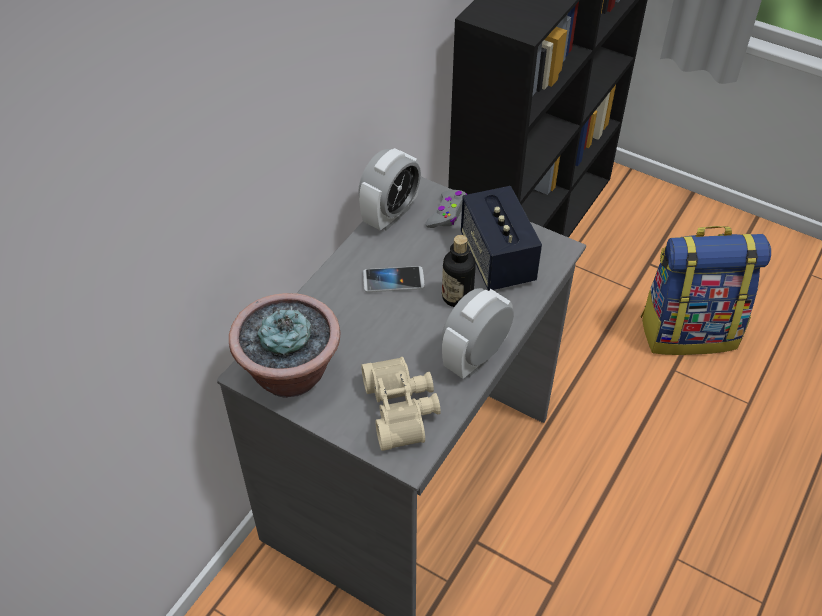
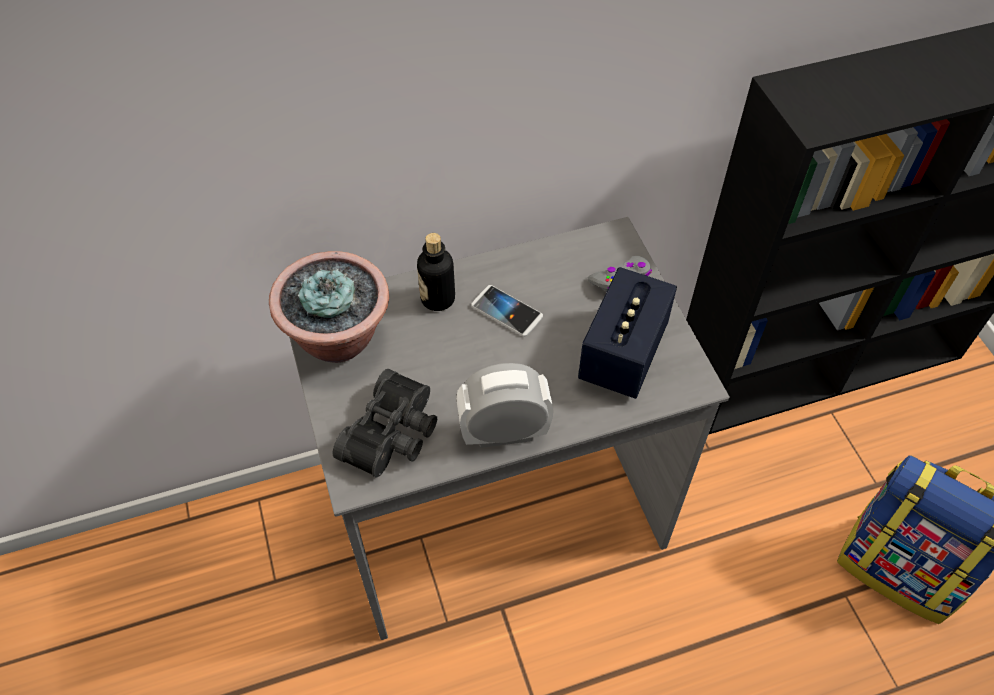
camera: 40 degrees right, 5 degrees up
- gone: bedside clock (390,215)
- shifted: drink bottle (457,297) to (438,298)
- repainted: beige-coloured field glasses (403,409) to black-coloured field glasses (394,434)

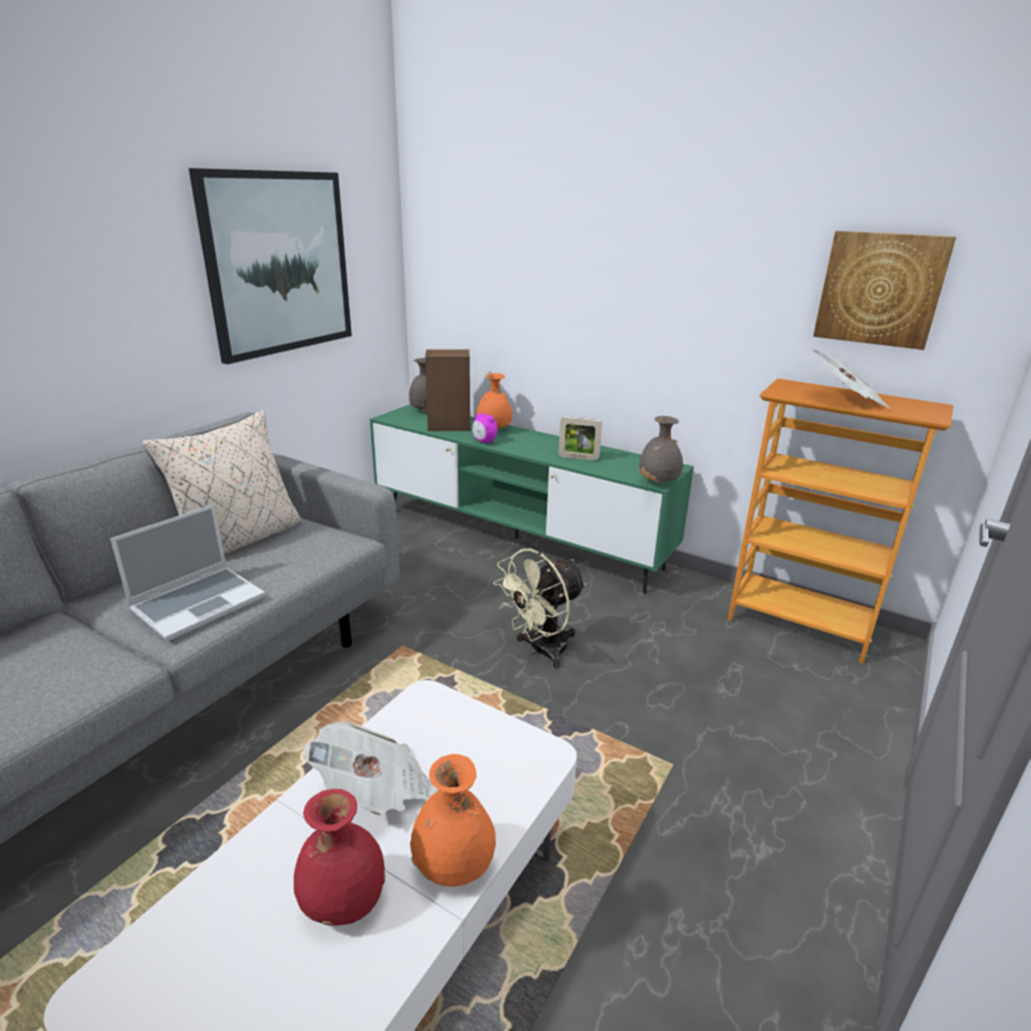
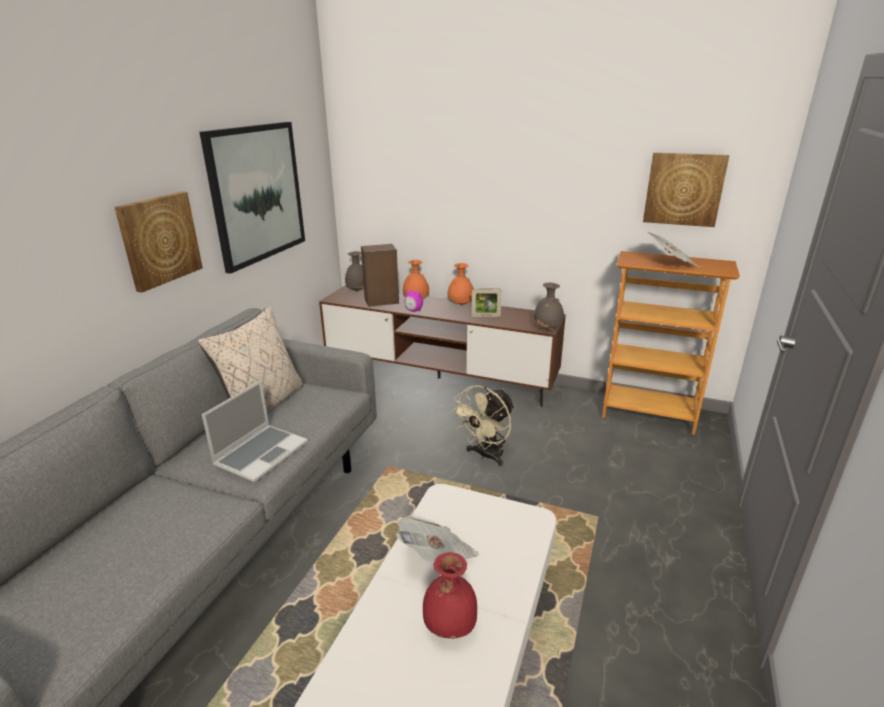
camera: 10 degrees left, 0 degrees up
- new: picture (159,240)
- shifted: orange vase (454,866) to (461,305)
- repainted: green media console (516,538) to brownish media console (438,378)

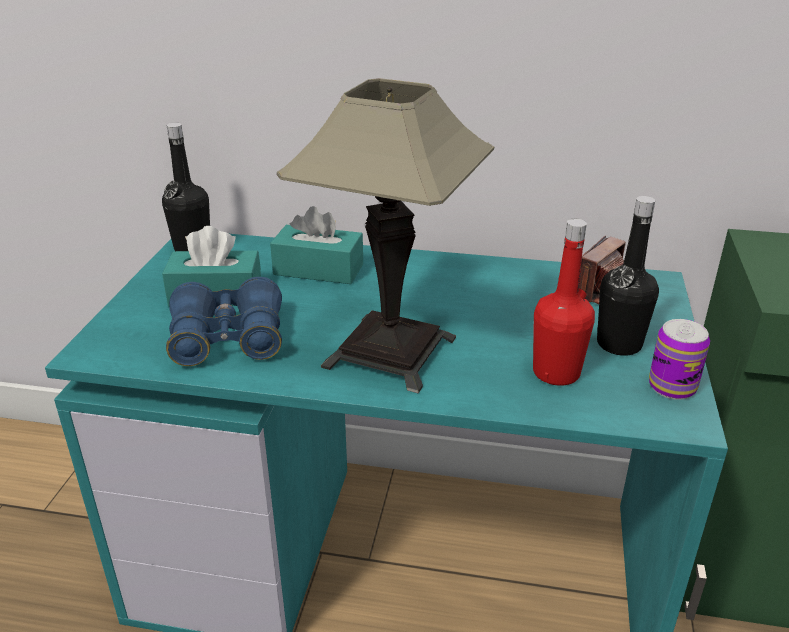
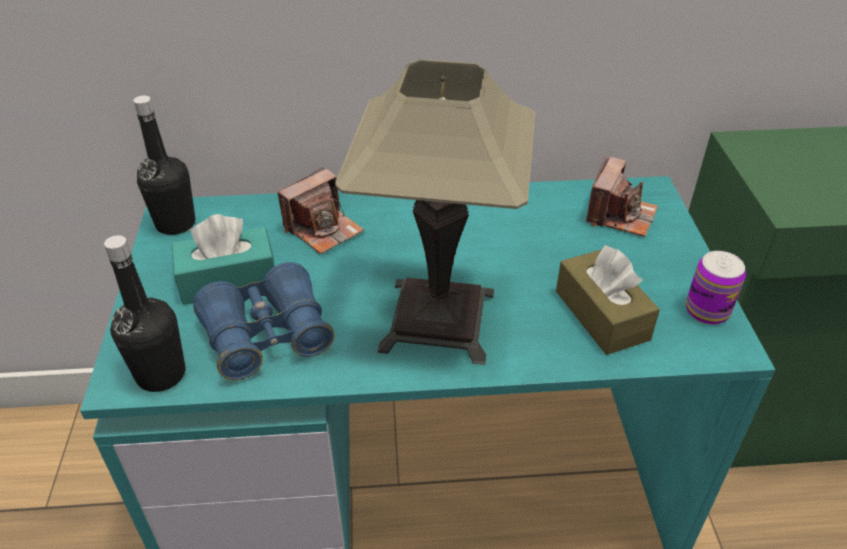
camera: 15 degrees left, 10 degrees up
- shifted: black-coloured drink bottle (619,344) to (161,374)
- swapped: turquoise-coloured box of tissues (318,269) to still camera (323,229)
- swapped: red-coloured drink bottle (556,373) to brownish box of tissues (601,315)

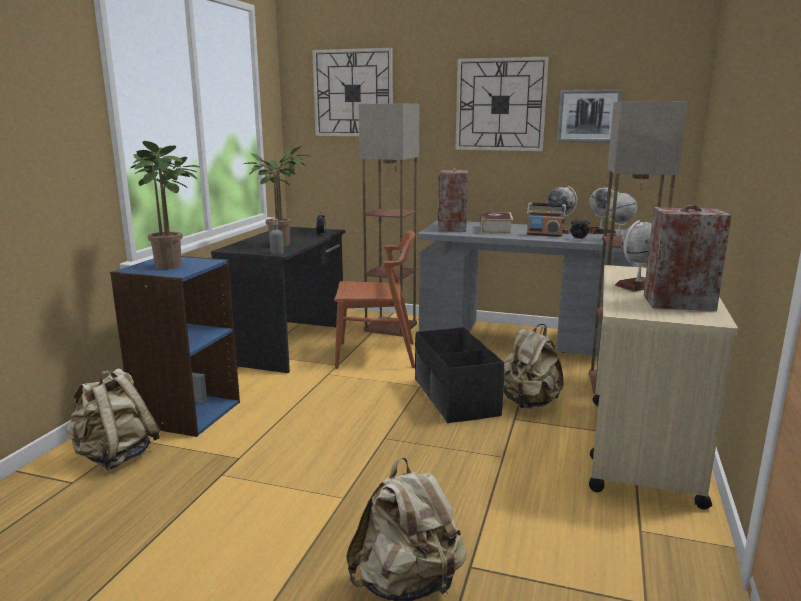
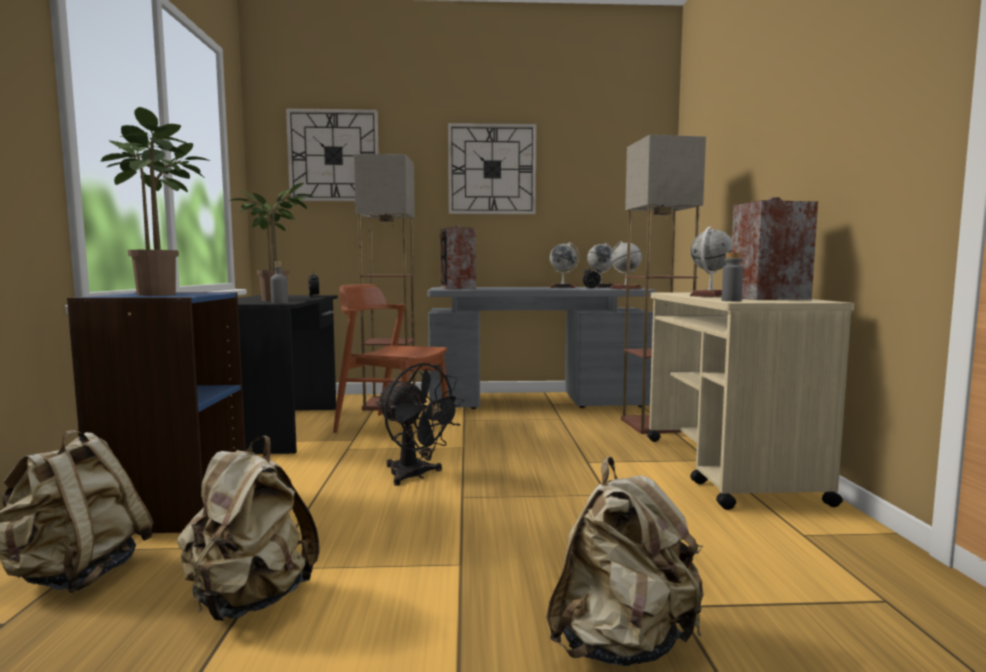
camera: 20 degrees left, 10 degrees down
- gone: black-coloured storage bin (455,397)
- gone: book (495,229)
- gone: radio set (544,235)
- gone: picture (588,116)
- new: black-coloured electric fan (415,476)
- new: greyish drink bottle (731,300)
- shifted: beige-coloured rucksack (529,403) to (249,601)
- rotated: brownish chair (376,355) = (392,427) 135 degrees counterclockwise

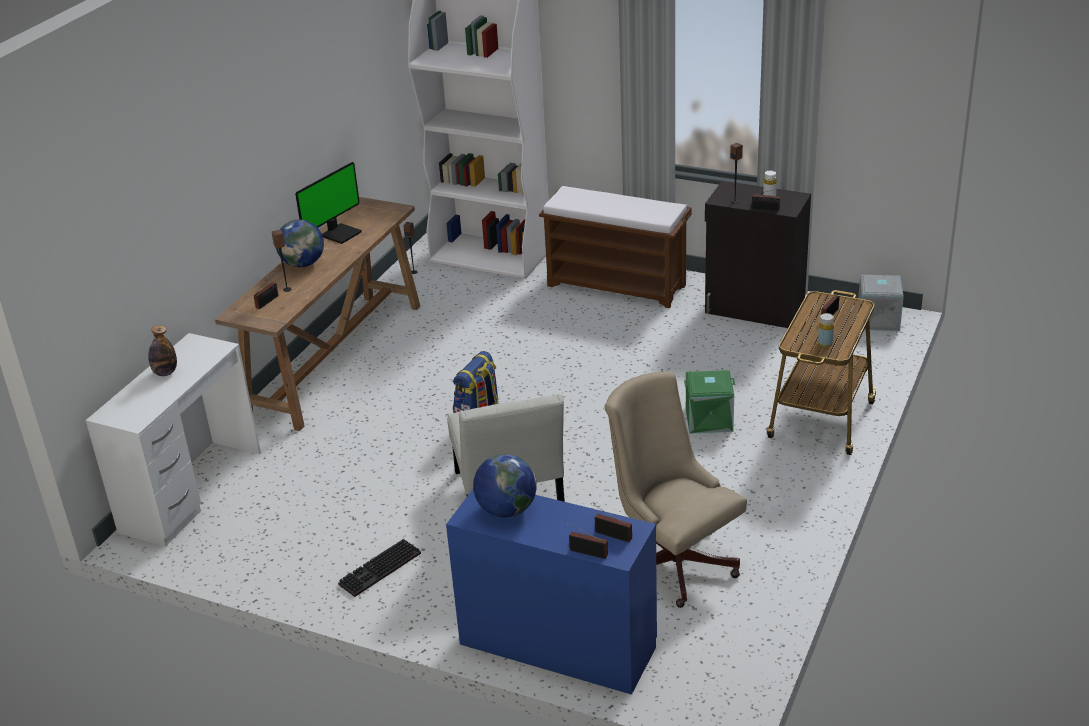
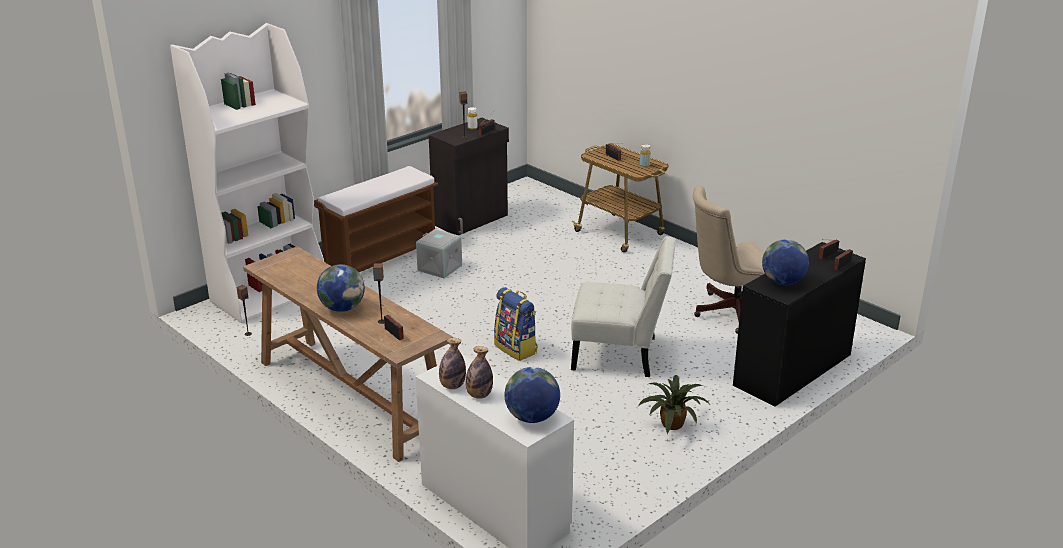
camera: 70 degrees left, 5 degrees down
- gone: monitor (340,233)
- gone: green storage bin (708,420)
- new: drink bottle (452,386)
- new: world globe (532,417)
- shifted: greyish storage bin (877,319) to (439,268)
- swapped: computer keyboard (380,570) to potted plant (673,425)
- repainted: bluish desk unit (557,645) to black-coloured desk unit (793,370)

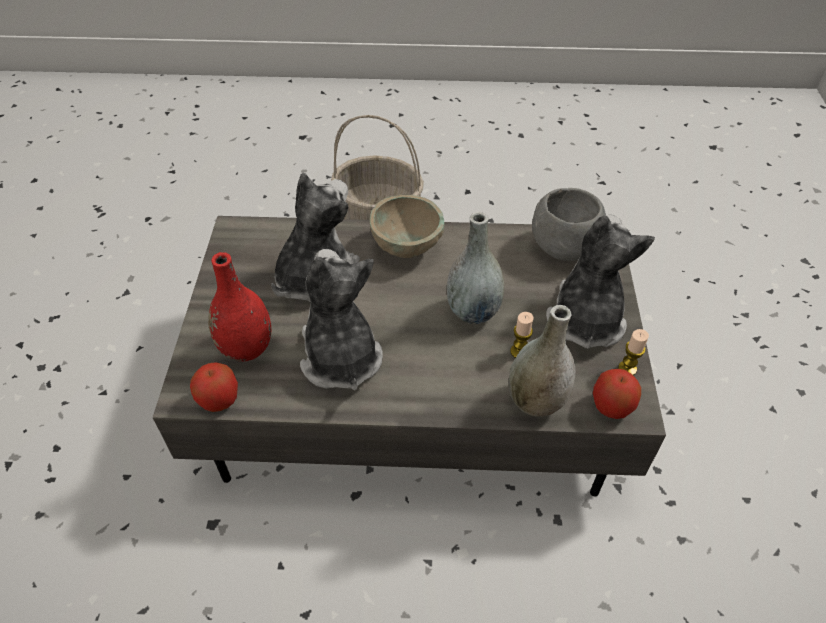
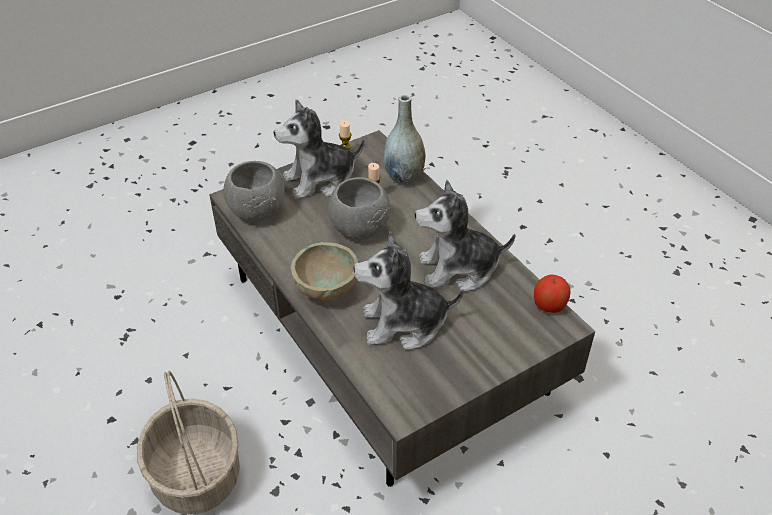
camera: 125 degrees left, 5 degrees down
- gone: red-coloured vase (246,348)
- gone: apple (611,406)
- swapped: greyish vase (473,312) to greyish deep dish (360,228)
- rotated: soft toy (340,357) = (458,269) 45 degrees clockwise

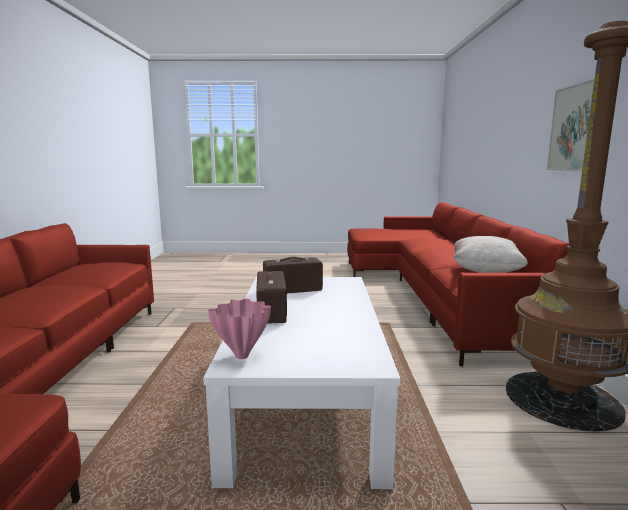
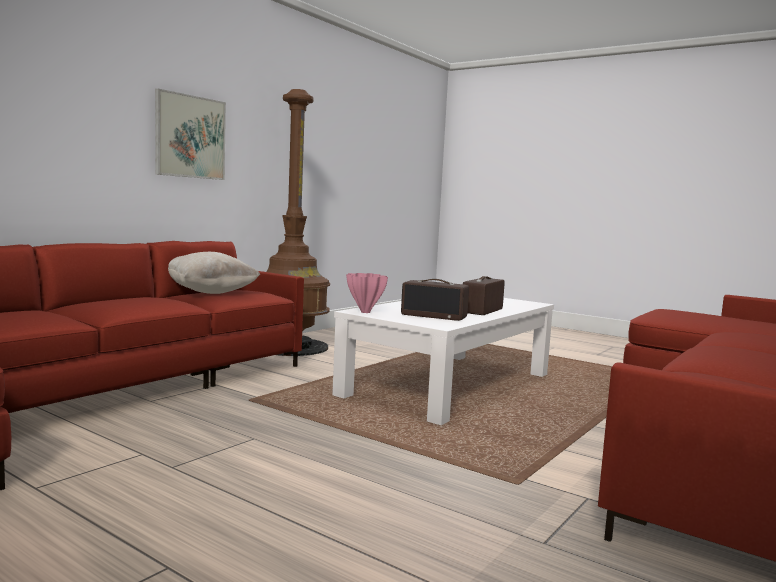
camera: 145 degrees left, 5 degrees down
- shifted: pink vase (243,356) to (364,312)

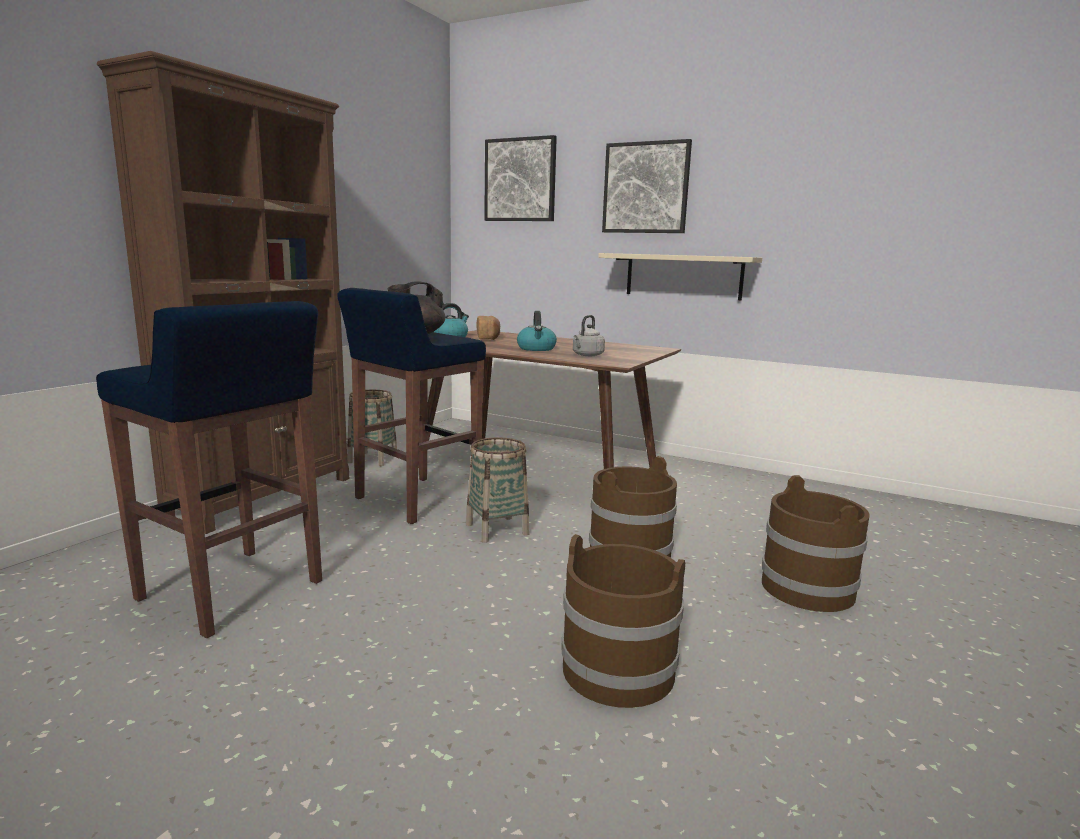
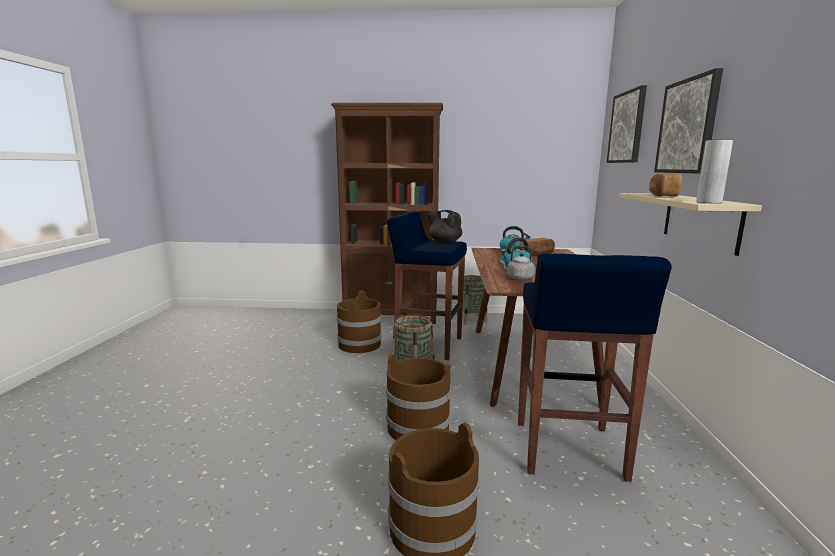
camera: 65 degrees right, 0 degrees up
- new: bread (662,196)
- new: greyish vase (708,202)
- shifted: bluish sitting stool (232,592) to (568,451)
- shifted: brownish bucket (617,670) to (359,344)

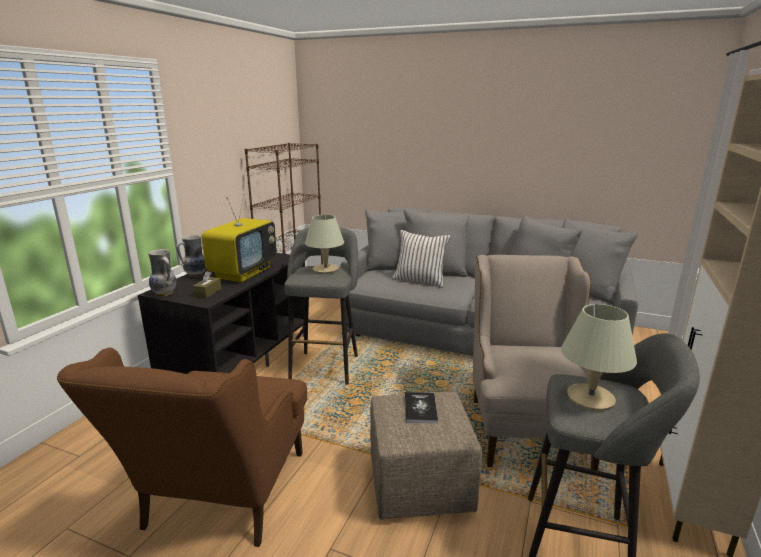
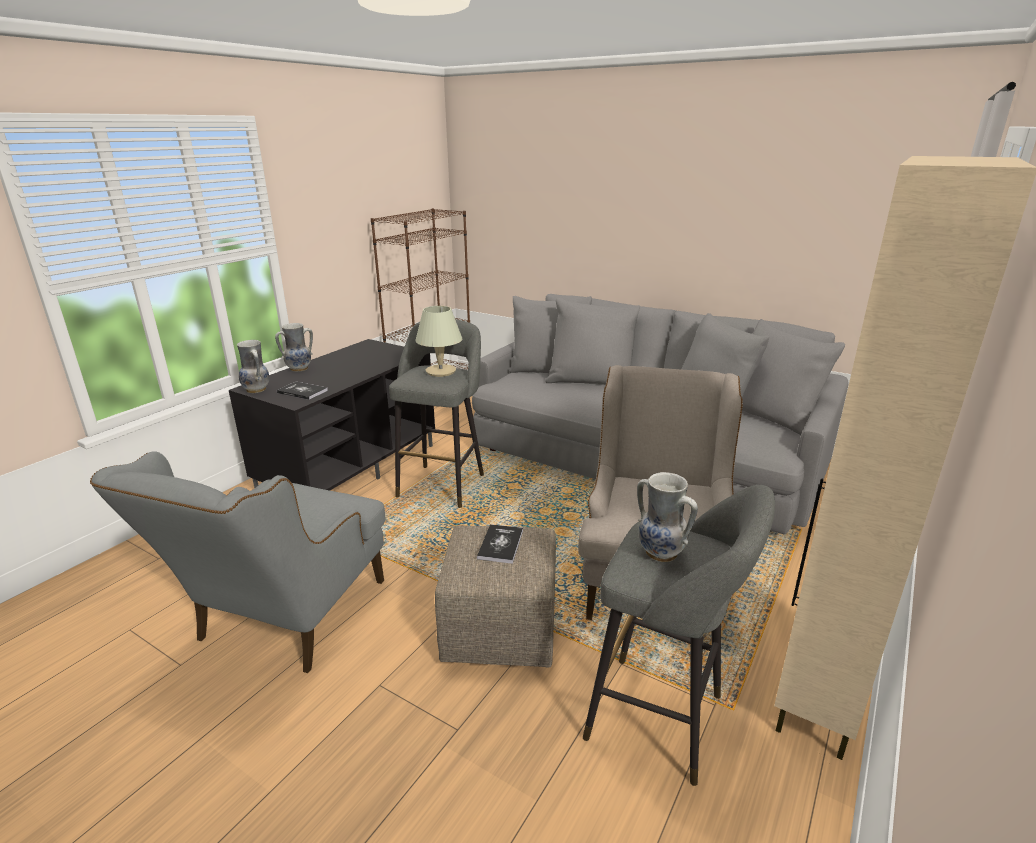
camera: 10 degrees right, 5 degrees up
- gone: television (243,272)
- gone: white-coloured cushion (420,280)
- swapped: brownish box of tissues (208,292) to book (302,391)
- swapped: beige-coloured lamp for a table (589,398) to vase (660,553)
- repainted: brownish armchair (220,501) to greyish armchair (283,622)

